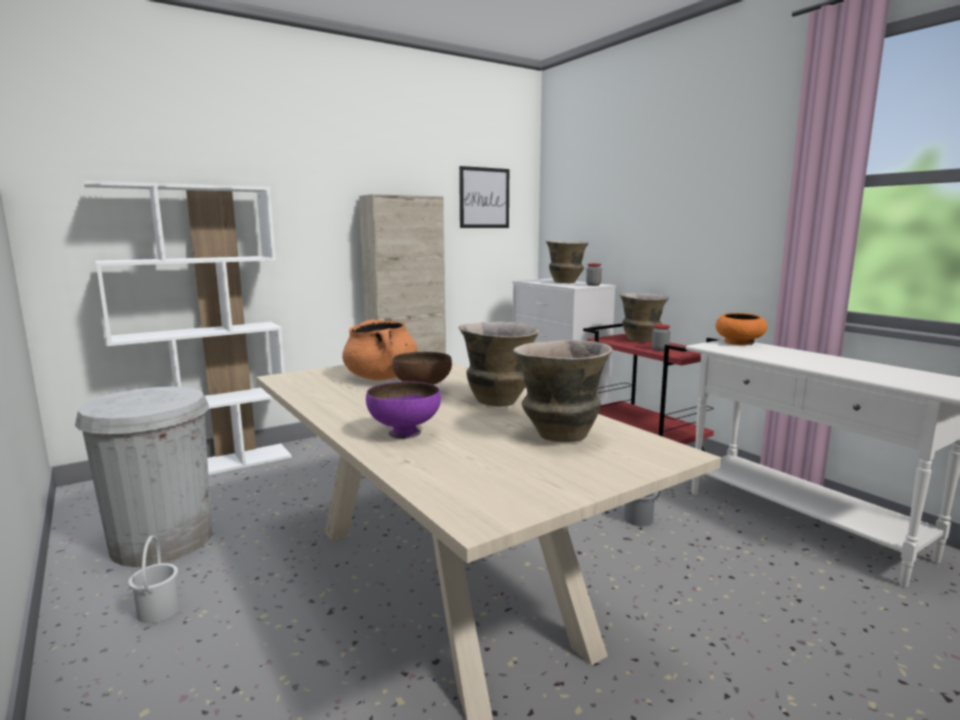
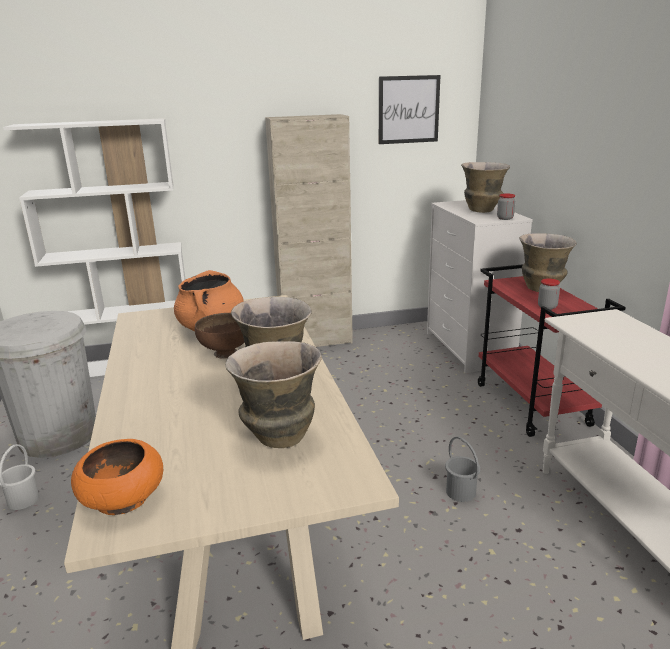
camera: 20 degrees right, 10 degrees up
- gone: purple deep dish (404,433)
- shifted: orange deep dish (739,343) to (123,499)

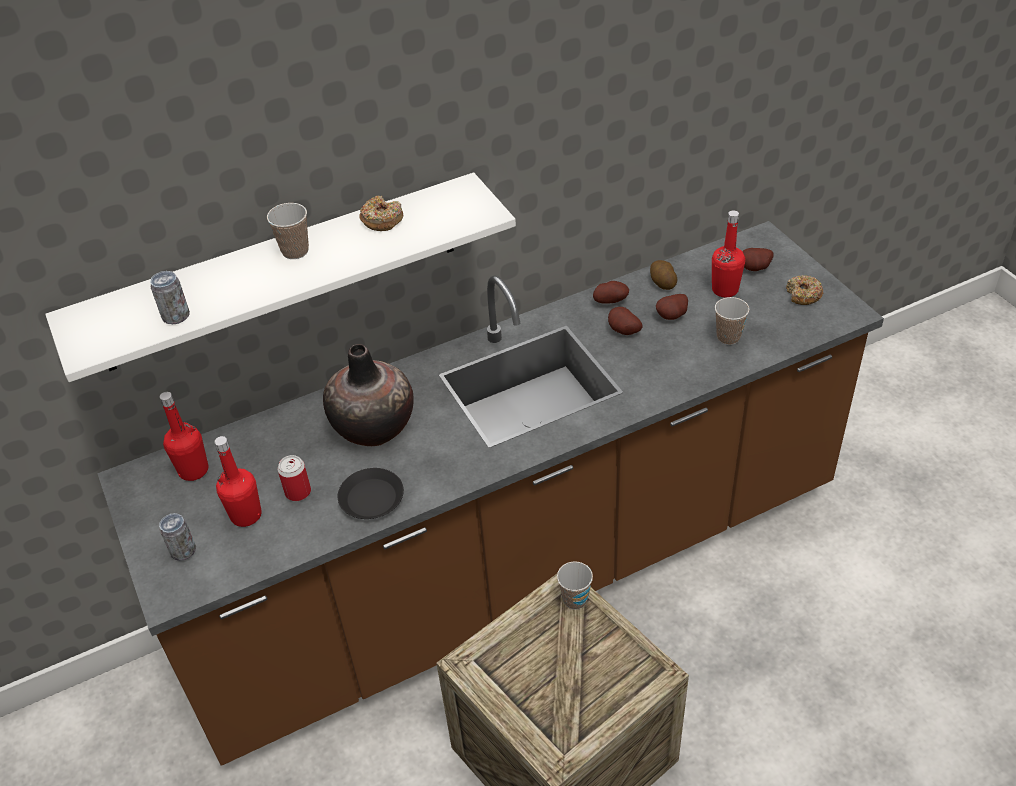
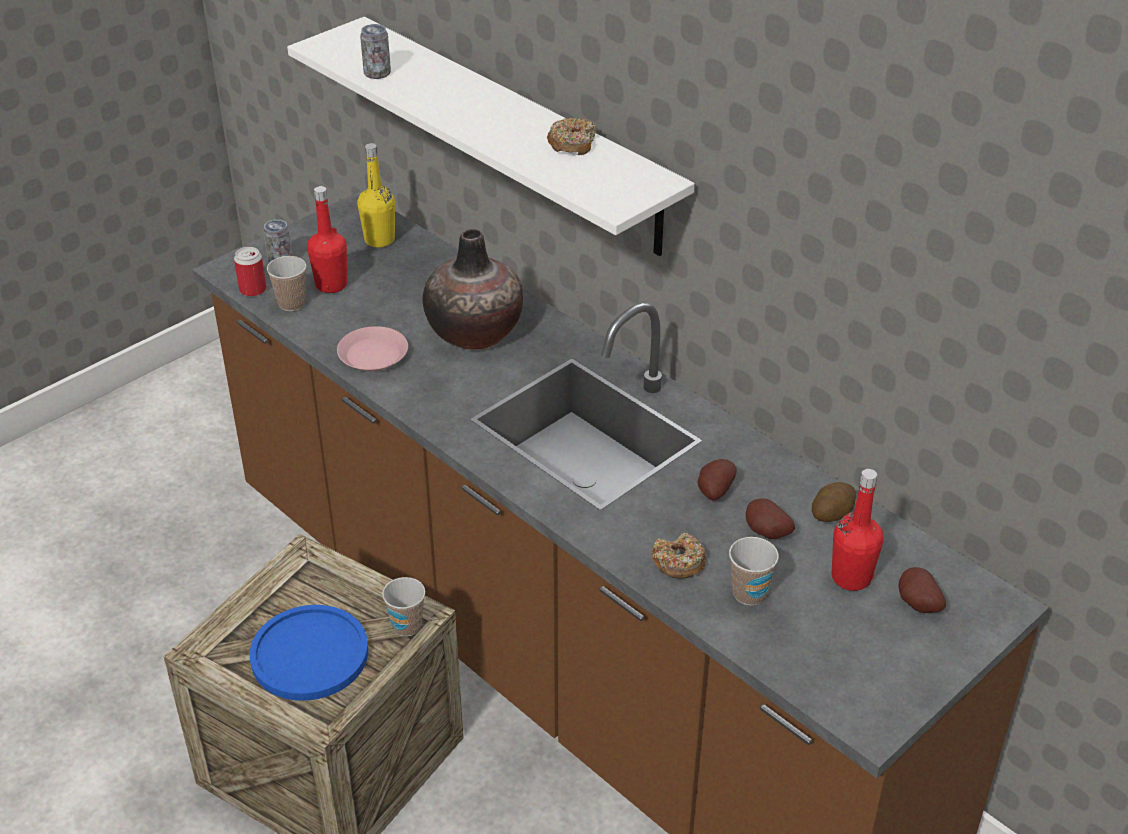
camera: 70 degrees right, 5 degrees down
- gone: spud (610,301)
- new: bluish dinner plate (309,654)
- shifted: drinking cup (295,251) to (291,304)
- shifted: metal can (298,492) to (253,290)
- shifted: donut (803,295) to (678,563)
- repainted: red-coloured drink bottle (193,470) to yellow drink bottle (379,240)
- repainted: black-coloured dinner plate (371,498) to pink dinner plate (373,355)

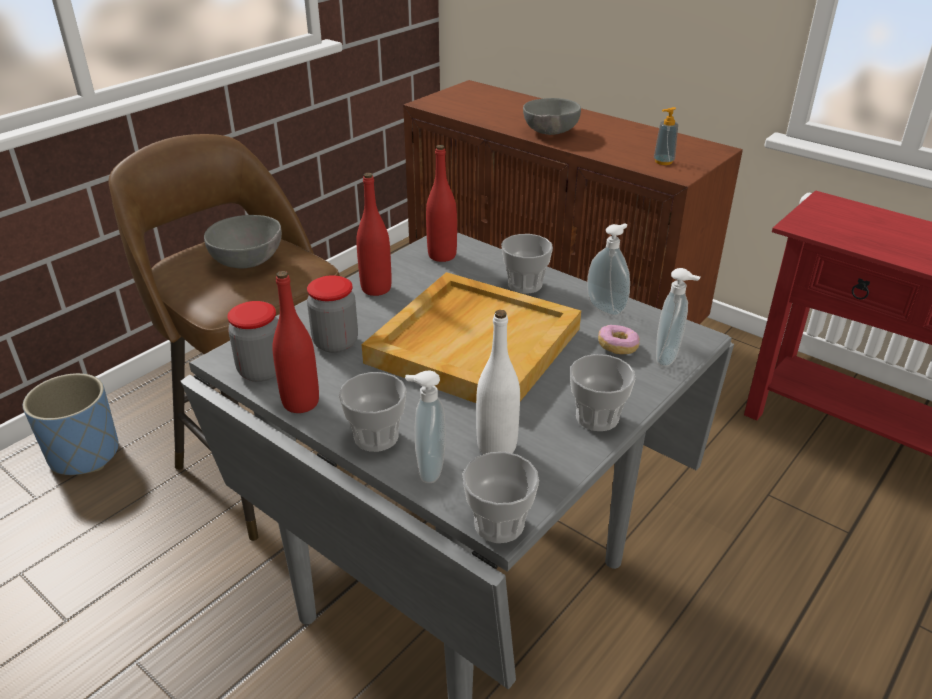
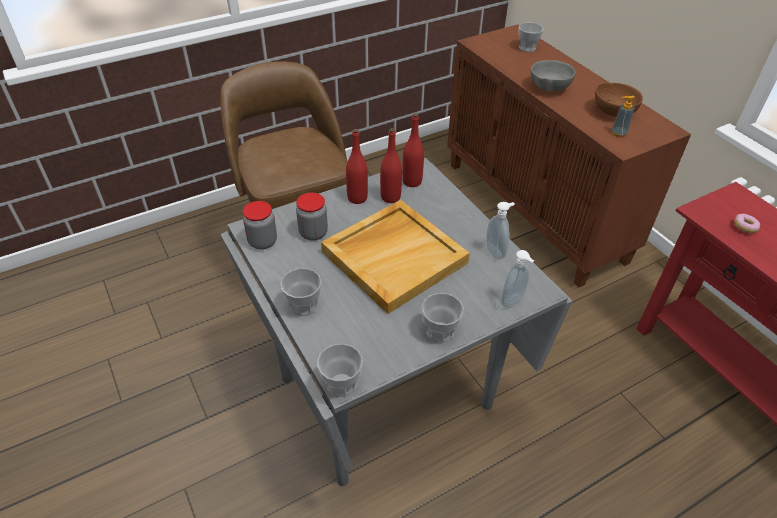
camera: 20 degrees right, 10 degrees up
- gone: bluish flower pot (84,454)
- gone: greyish deep dish (249,262)
- gone: liquid soap bottle (428,469)
- gone: white-coloured drink bottle (496,446)
- new: brownish deep dish (613,111)
- shifted: red-coloured drink bottle (301,403) to (390,197)
- shifted: drinking cup (525,285) to (527,48)
- shifted: donut (617,347) to (744,227)

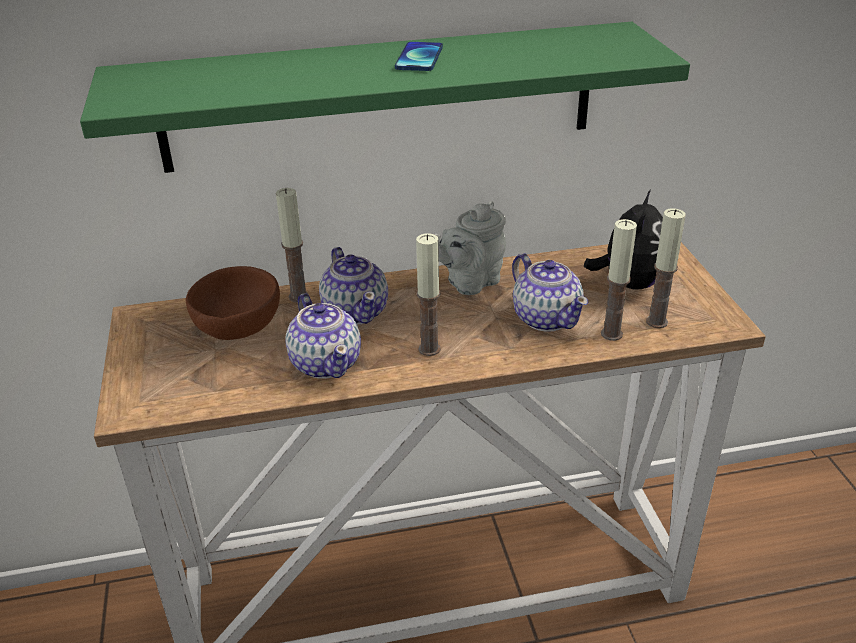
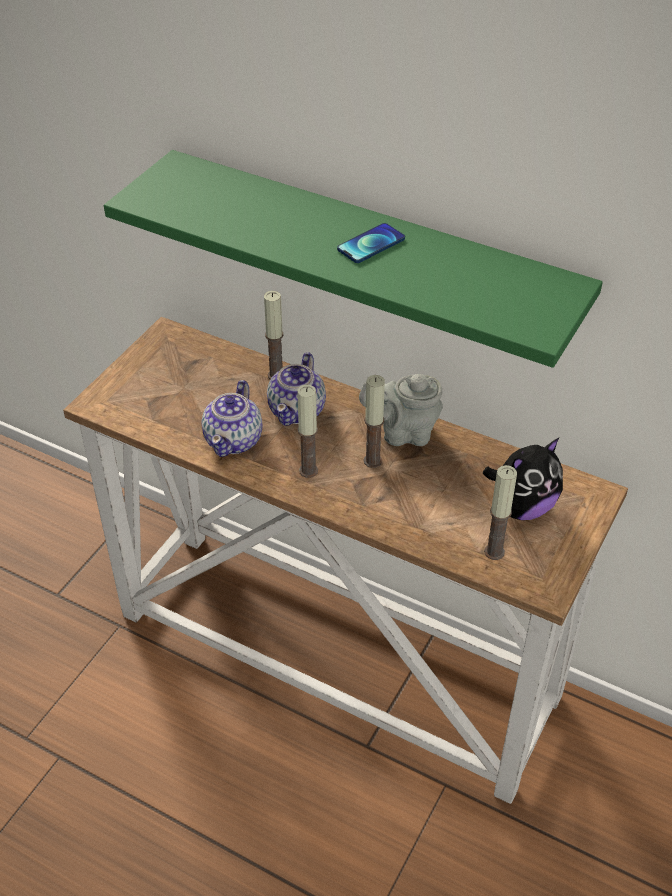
camera: 40 degrees right, 10 degrees up
- gone: brownish deep dish (240,326)
- gone: tea pot (546,317)
- shifted: wax light (611,334) to (372,461)

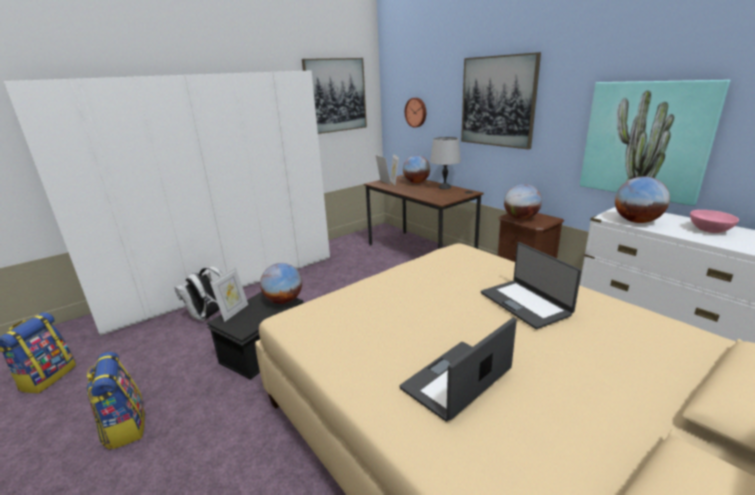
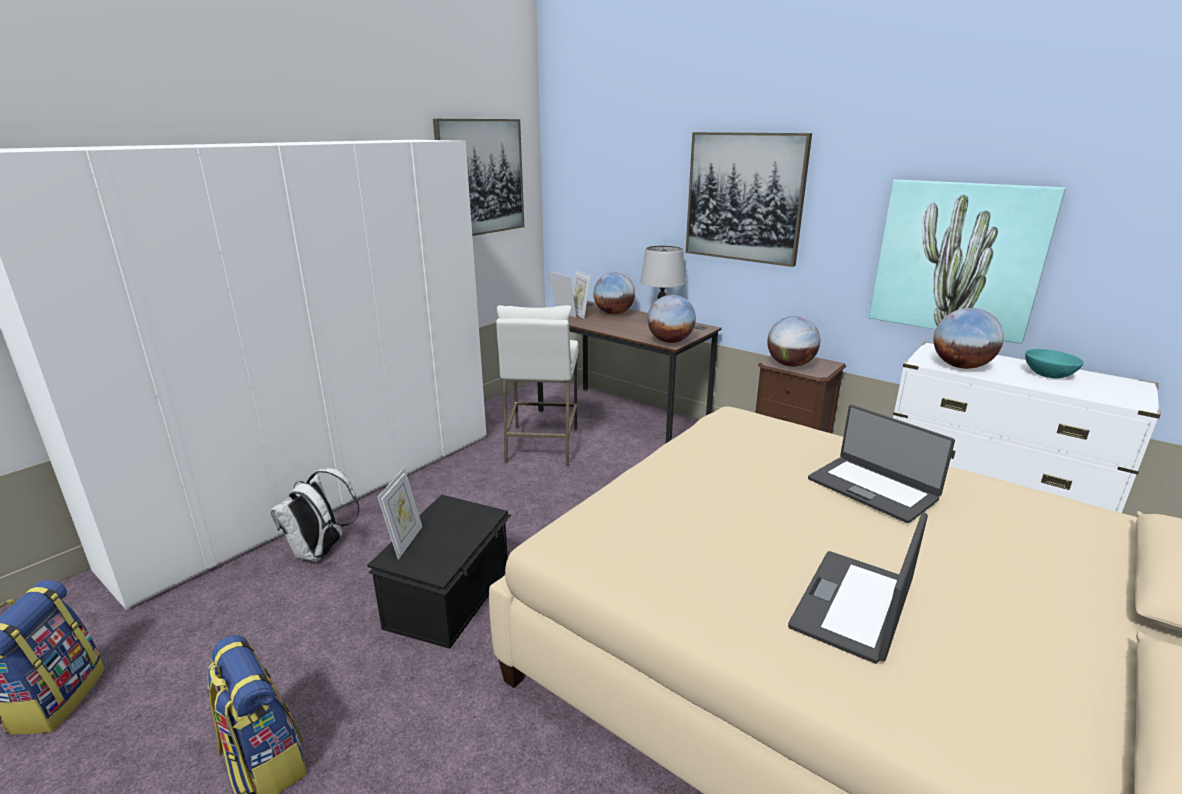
camera: 15 degrees left, 0 degrees up
- gone: clock on the wall (416,112)
- new: white-coloured sitting stool (541,445)
- shifted: world globe (284,301) to (670,341)
- repainted: pink deep dish (709,230) to turquoise-coloured deep dish (1048,375)

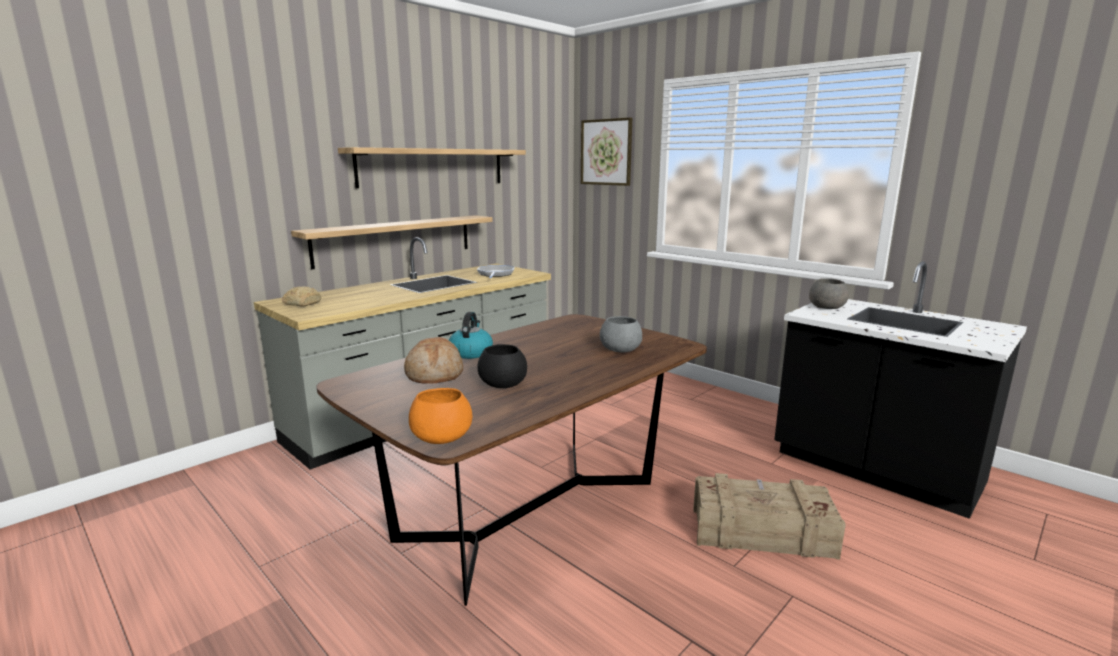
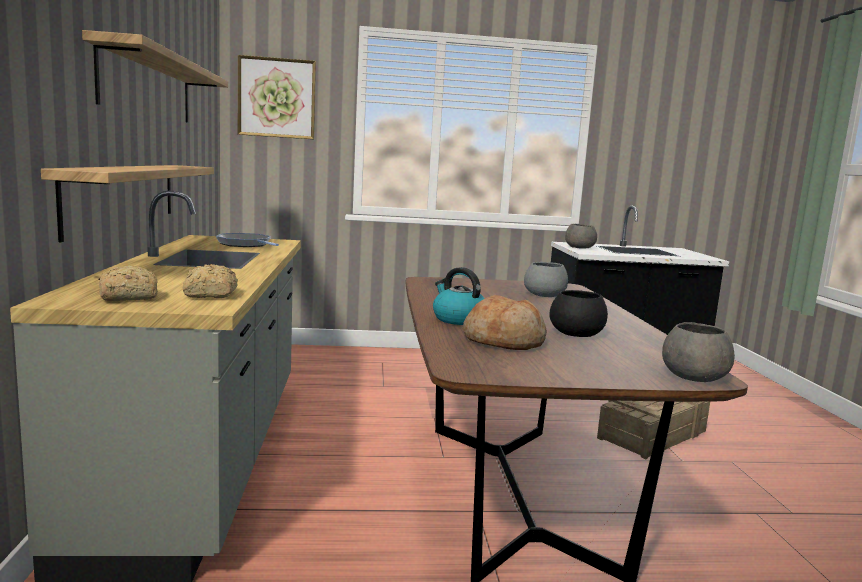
camera: 50 degrees left, 5 degrees down
- new: bread (210,295)
- repainted: orange deep dish (440,437) to greyish deep dish (693,377)

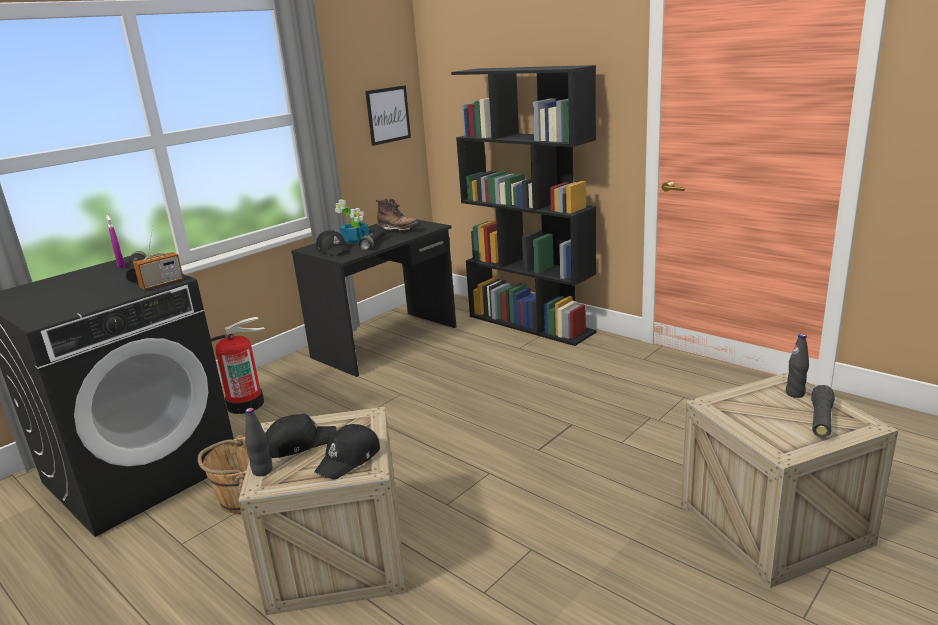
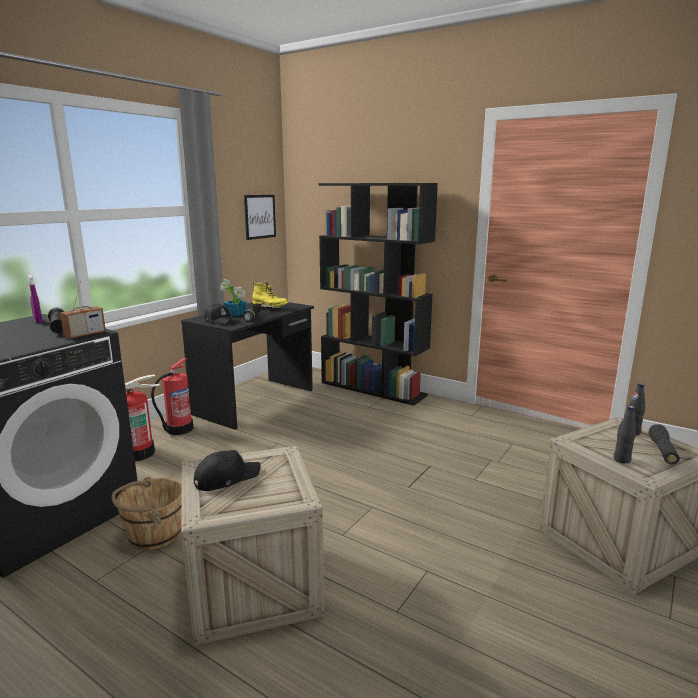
camera: 10 degrees left, 5 degrees down
- gone: black-coloured cap (349,459)
- new: fire-fighting cylinder (178,429)
- shifted: black-coloured drink bottle (262,471) to (622,459)
- repainted: brownish tall boot (397,230) to yellow tall boot (270,308)

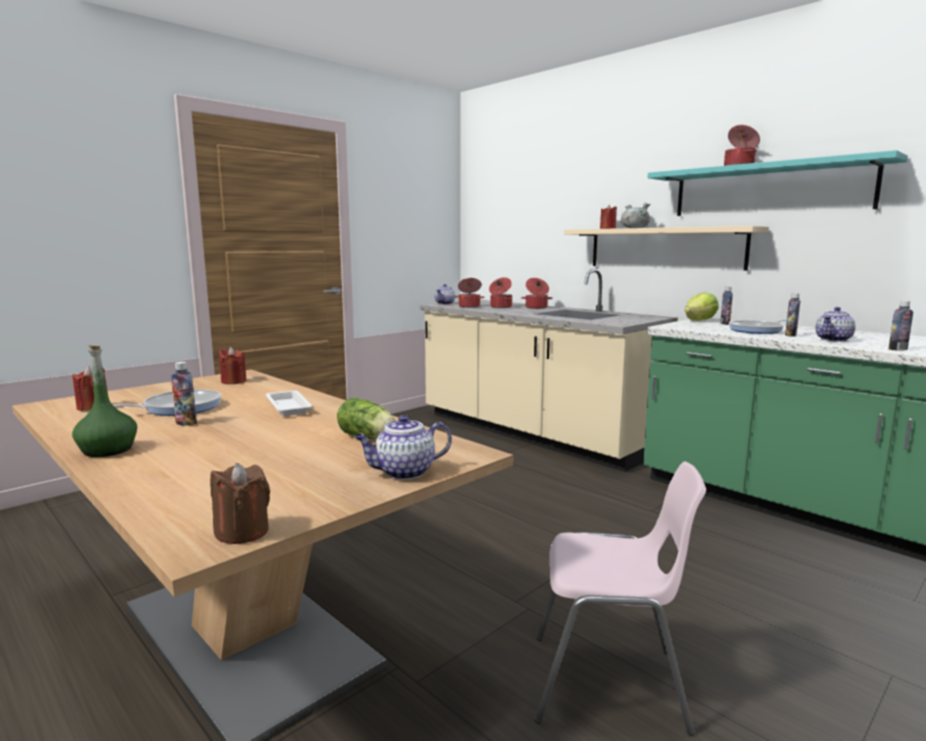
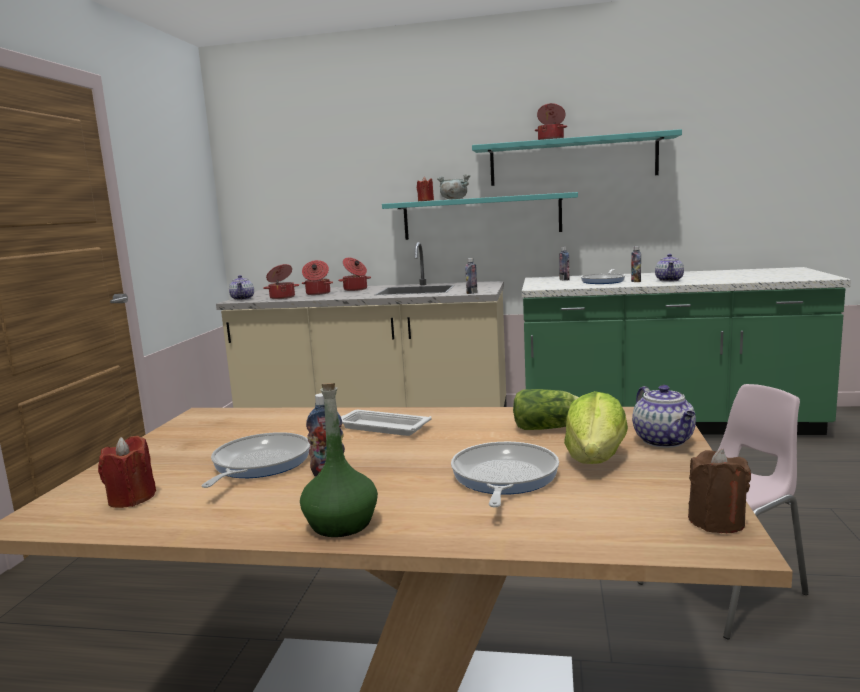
camera: 35 degrees left, 0 degrees up
- gone: red-coloured wax light (233,381)
- new: skillet (503,478)
- shifted: head of lettuce (700,321) to (596,459)
- shifted: drink bottle (897,349) to (472,293)
- repainted: beige-coloured bracket shelf (664,248) to turquoise-coloured bracket shelf (481,217)
- rotated: tea pot (403,472) = (664,441) 45 degrees counterclockwise

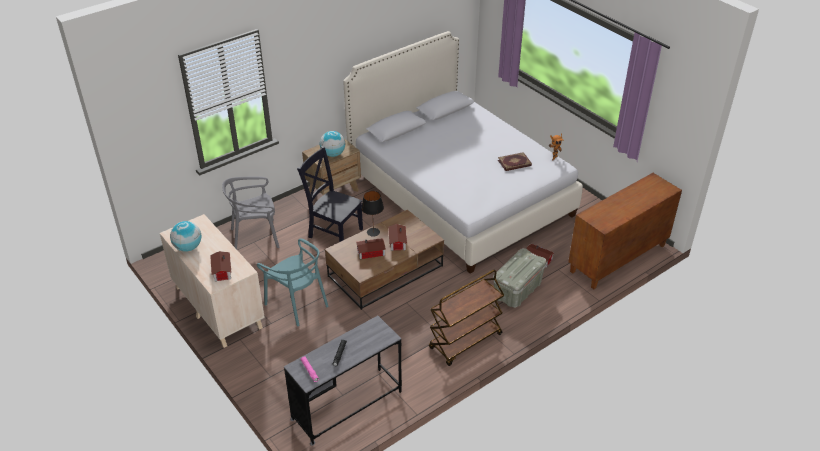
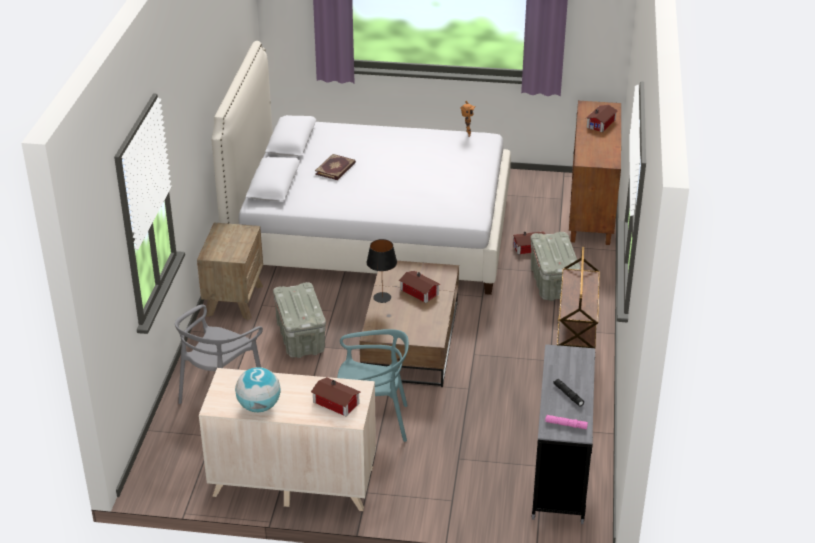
camera: 45 degrees left, 5 degrees down
- gone: world globe (333,154)
- shifted: toy house (371,252) to (602,123)
- shifted: book (514,163) to (336,169)
- swapped: black-coloured chair (333,232) to greyish storage bin (300,338)

